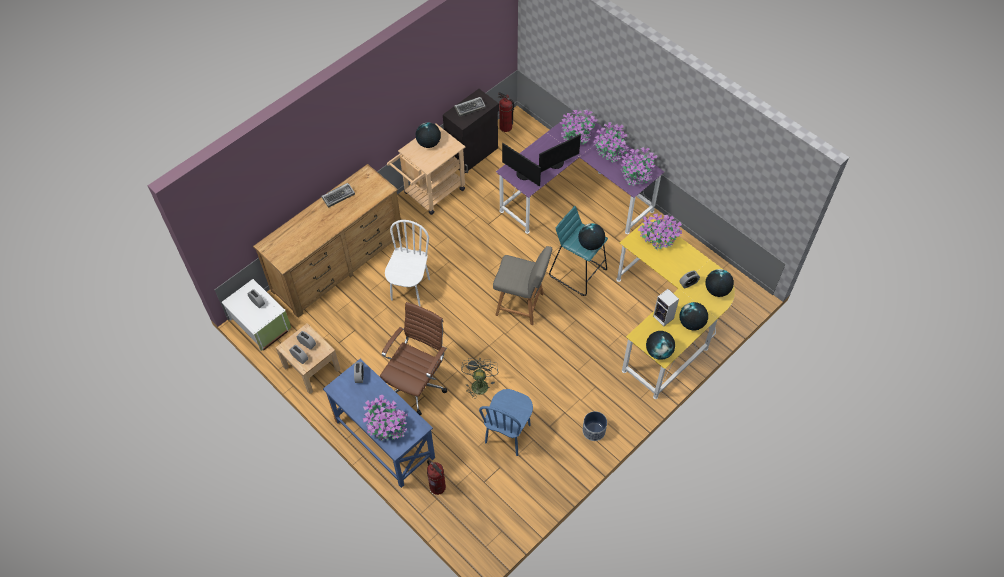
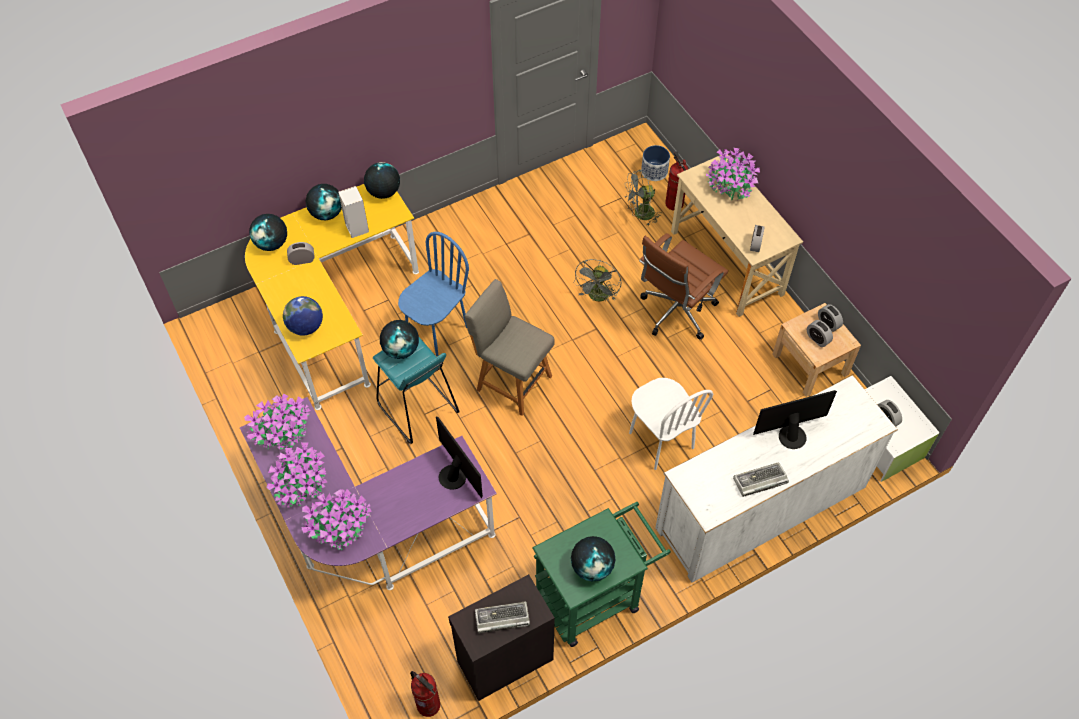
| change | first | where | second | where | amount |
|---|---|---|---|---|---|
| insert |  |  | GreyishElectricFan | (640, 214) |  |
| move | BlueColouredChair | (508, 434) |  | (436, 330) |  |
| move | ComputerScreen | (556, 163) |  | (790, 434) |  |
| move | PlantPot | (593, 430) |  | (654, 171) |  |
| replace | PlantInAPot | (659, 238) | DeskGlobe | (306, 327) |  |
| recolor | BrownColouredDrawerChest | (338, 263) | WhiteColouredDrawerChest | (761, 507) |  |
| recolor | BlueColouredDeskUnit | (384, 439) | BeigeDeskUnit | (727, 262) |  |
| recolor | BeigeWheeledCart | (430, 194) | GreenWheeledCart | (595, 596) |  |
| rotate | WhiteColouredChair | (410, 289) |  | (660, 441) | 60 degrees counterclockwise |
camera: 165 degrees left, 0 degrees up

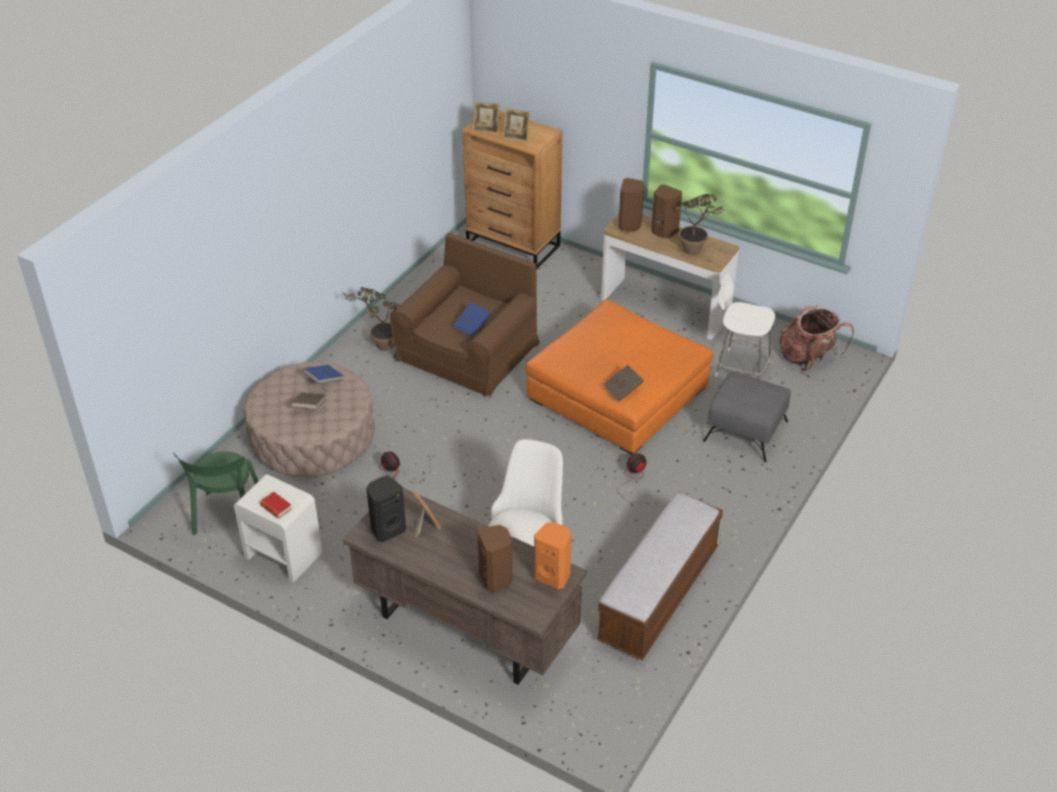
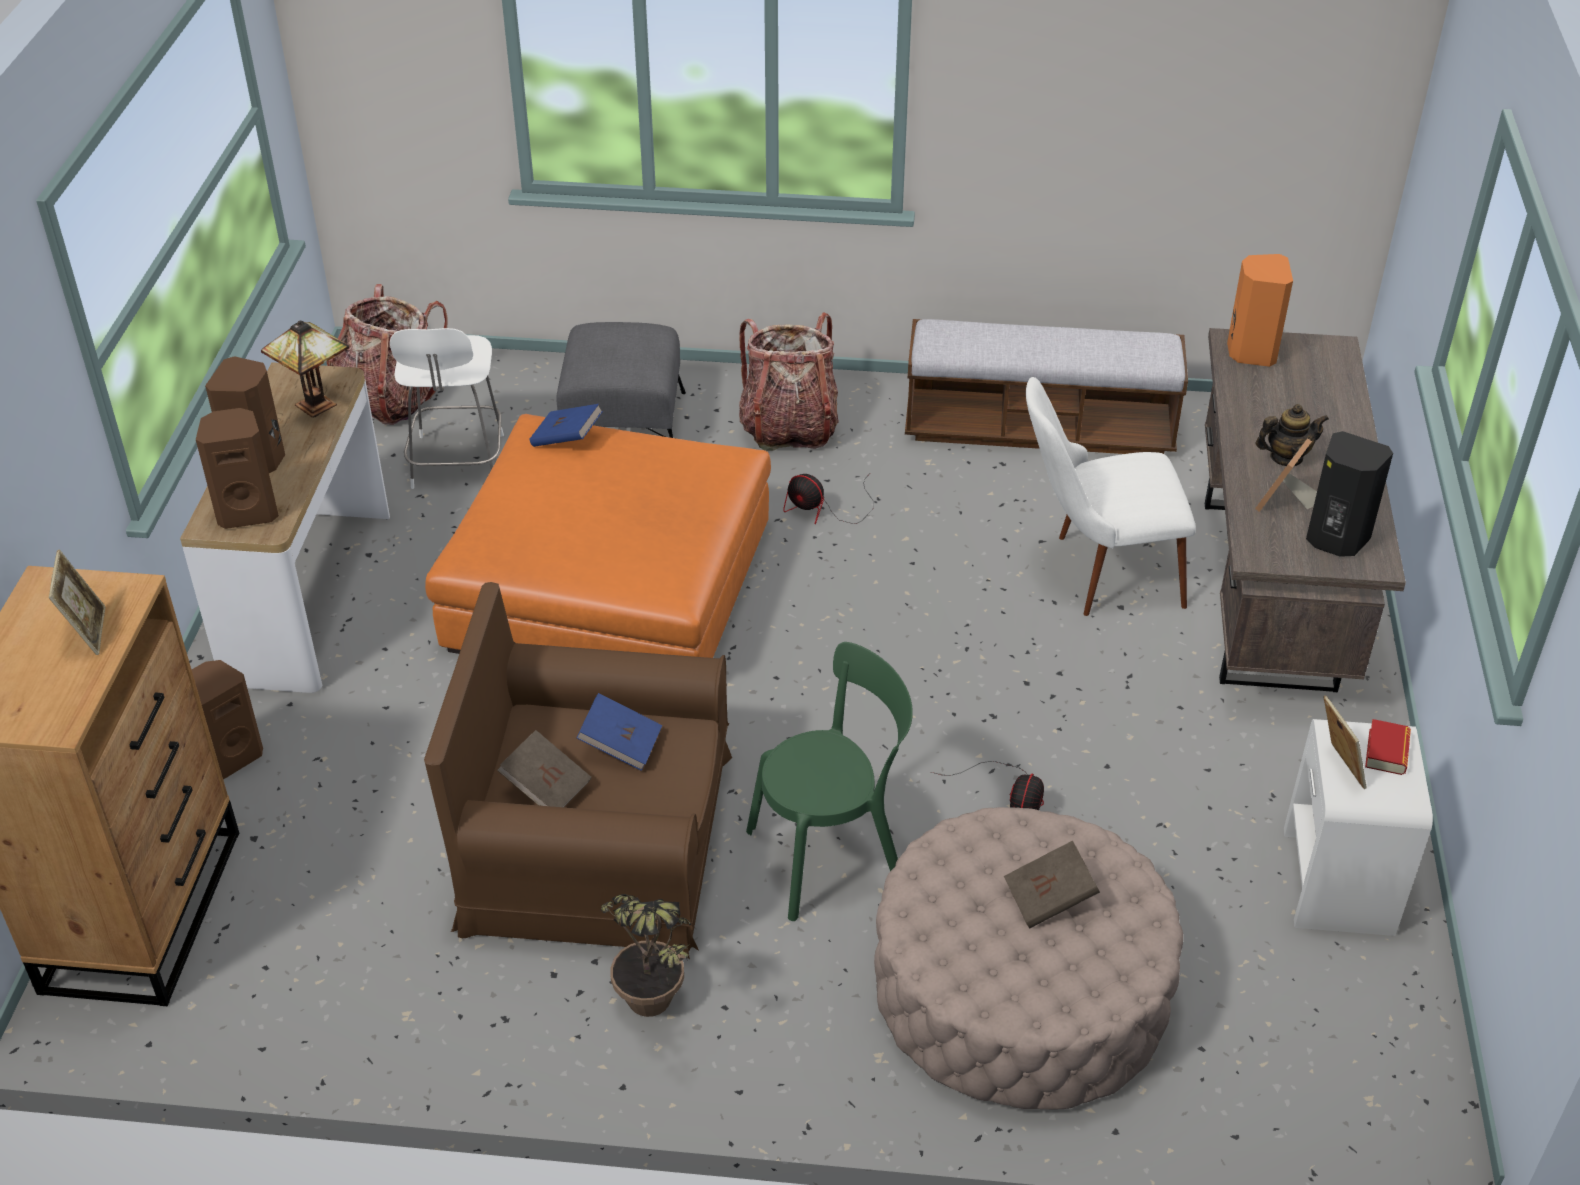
| change | first | where | second | where | amount |
|---|---|---|---|---|---|
| insert |  |  | Rucksack | (789, 428) |  |
| insert |  |  | Teapot | (1286, 457) |  |
| move | GreenChair | (228, 518) |  | (832, 855) |  |
| move | BlueColouredVolume | (324, 380) |  | (567, 439) |  |
| move | PictureFrame | (486, 129) |  | (1337, 768) |  |
| move | BrownColouredAudioSpeaker | (496, 579) |  | (229, 756) |  |
| move | BrownColouredVolume | (623, 390) |  | (546, 787) |  |
| replace | PlantInAPot | (696, 253) | TabletopLamp | (319, 405) |  |
camera: 115 degrees left, 0 degrees up

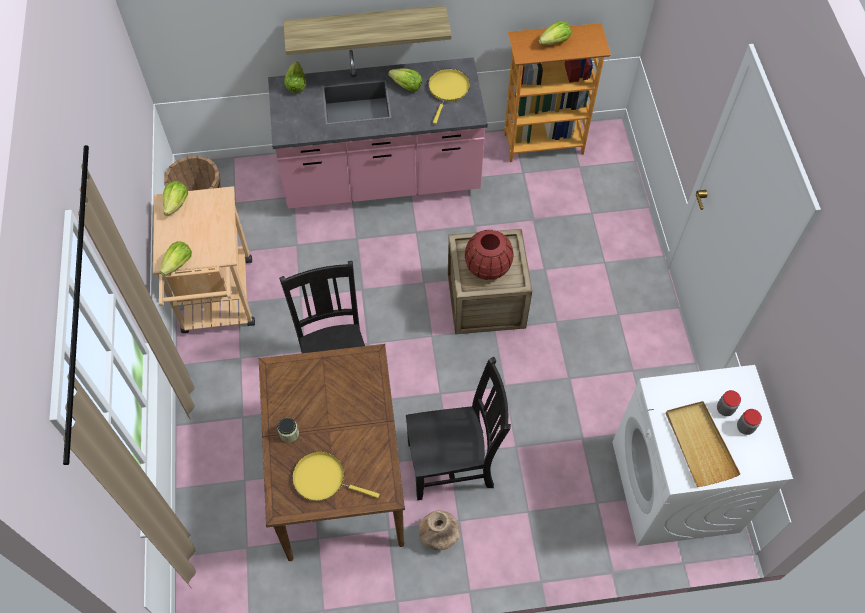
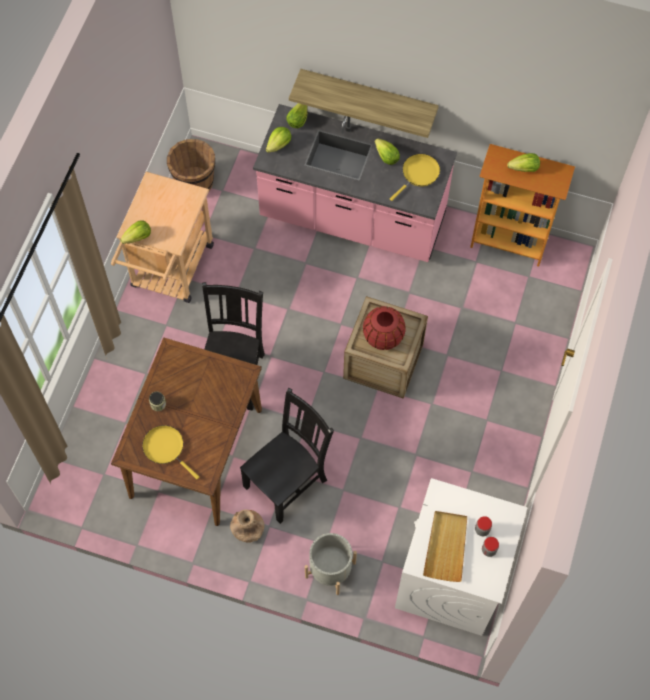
| change | first | where | second | where | amount |
|---|---|---|---|---|---|
| insert |  |  | GreyishPlantPot | (330, 570) |  |
| move | Lettuce | (177, 204) |  | (279, 145) |  |
| rotate | BlackColouredChair | (453, 463) |  | (287, 481) | 60 degrees counterclockwise |
camera: 25 degrees right, 5 degrees up

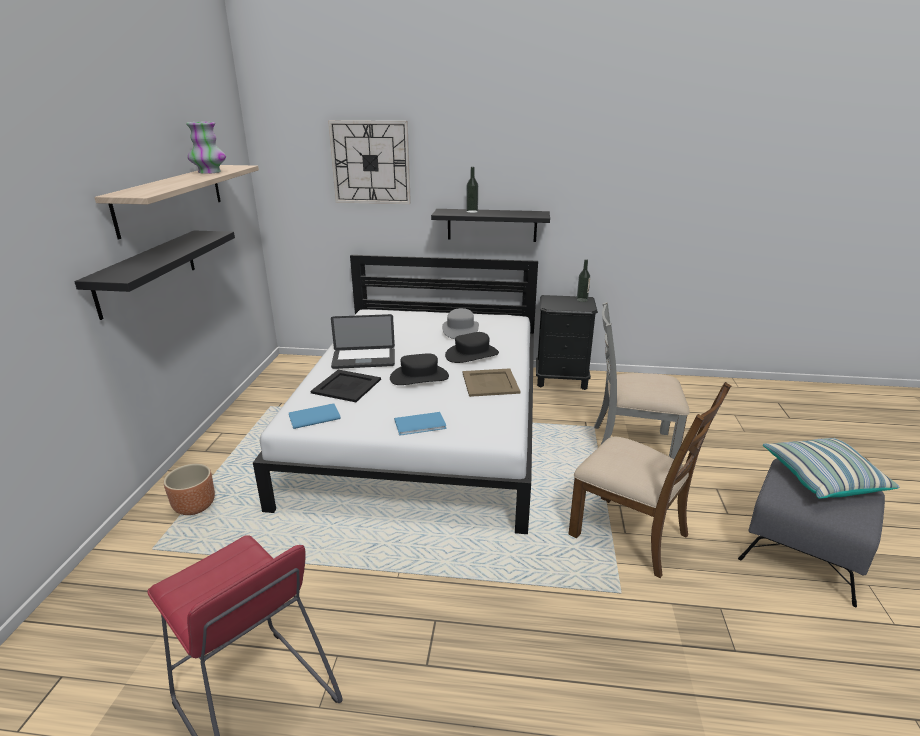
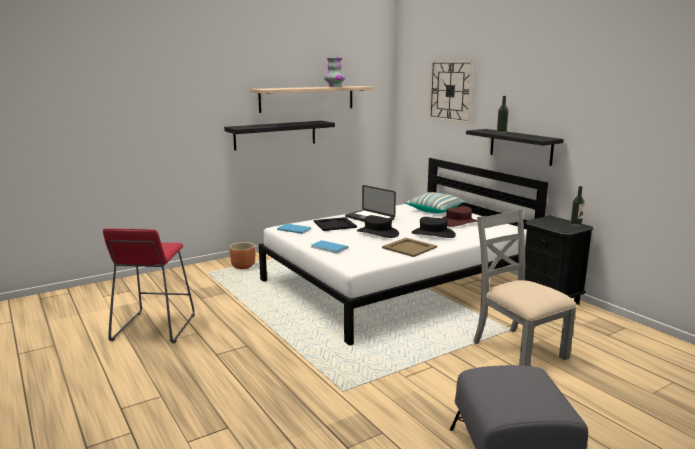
| change | first | where | second | where | amount |
|---|---|---|---|---|---|
| delete | BrownColouredChair | (630, 534) |  |  |  |
| move | ThrowPillow | (822, 479) |  | (435, 210) |  |
| recolor | GreyishHat | (460, 330) | BrownColouredHat | (458, 222) |  |
camera: 50 degrees right, 10 degrees down

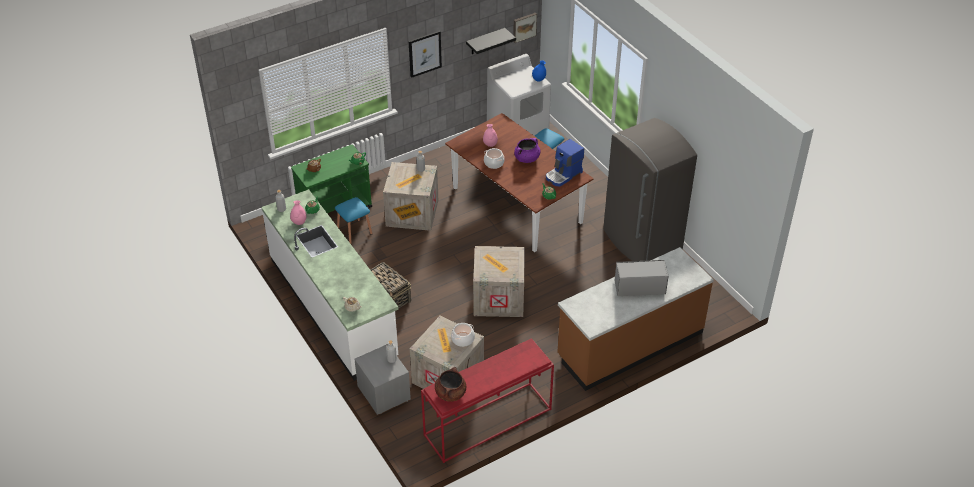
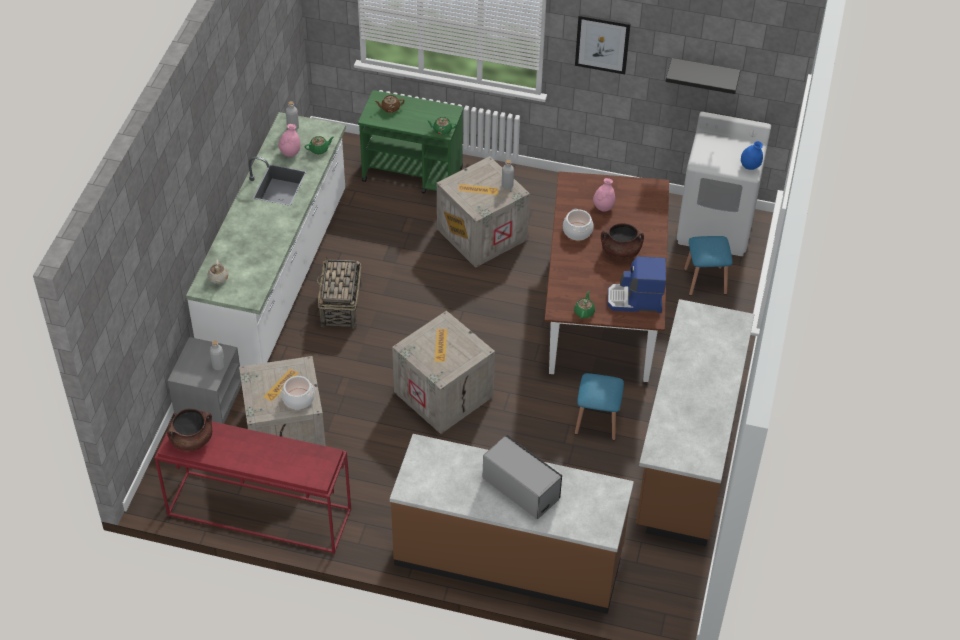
| change | first | where | second | where | amount |
|---|---|---|---|---|---|
| delete | Picture | (524, 27) |  |  |  |
| move | BlueColouredStool | (354, 232) |  | (597, 421) |  |
| replace | GreyishRefrigerator | (641, 241) | BrownColouredCounter | (686, 454) |  |
| recolor | PurpleSaucepot | (527, 159) | BrownColouredSaucepot | (620, 252) |  |
camera: 45 degrees right, 5 degrees up

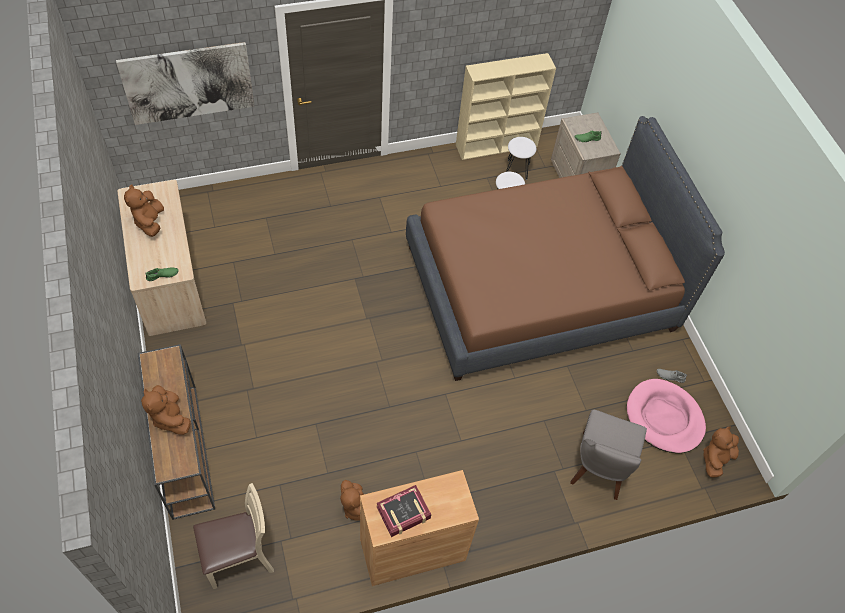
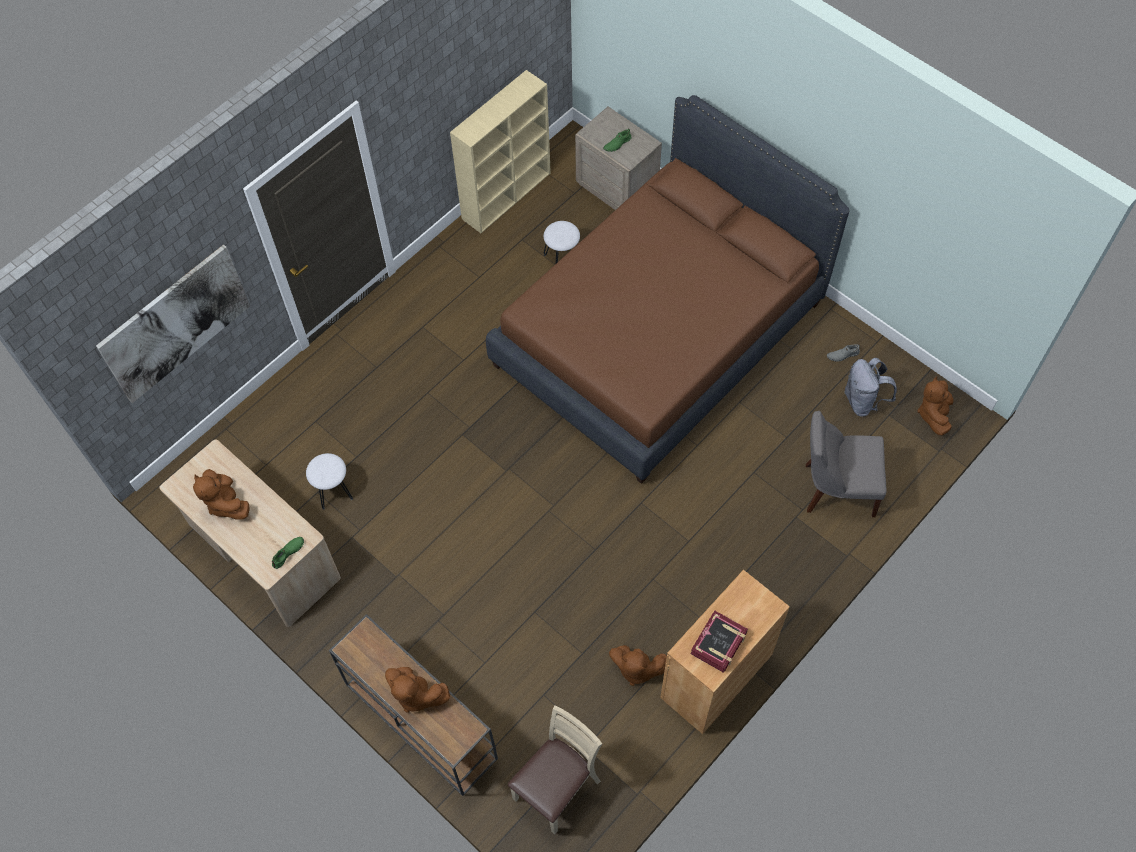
| change | first | where | second | where | amount |
|---|---|---|---|---|---|
| move | WhiteColouredStool | (517, 169) |  | (334, 491) |  |
| replace | PinkColouredDogCushion | (664, 418) | GreyishRucksack | (863, 401) |  |
| rotate | GreyishChair | (599, 468) |  | (835, 489) | 105 degrees clockwise |
camera: 25 degrees left, 5 degrees up

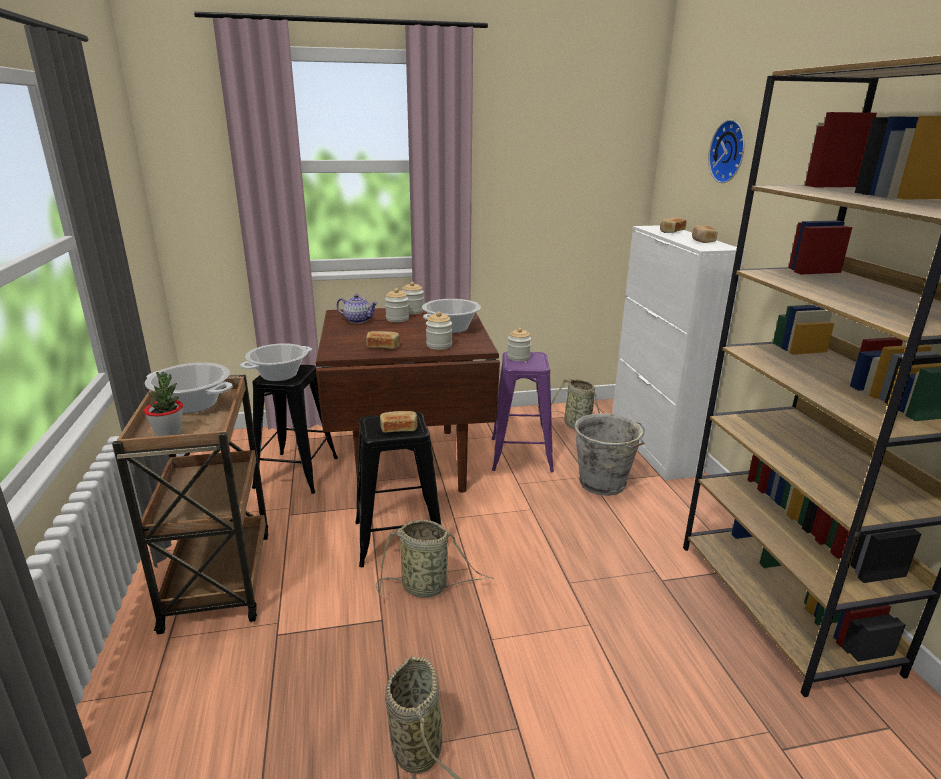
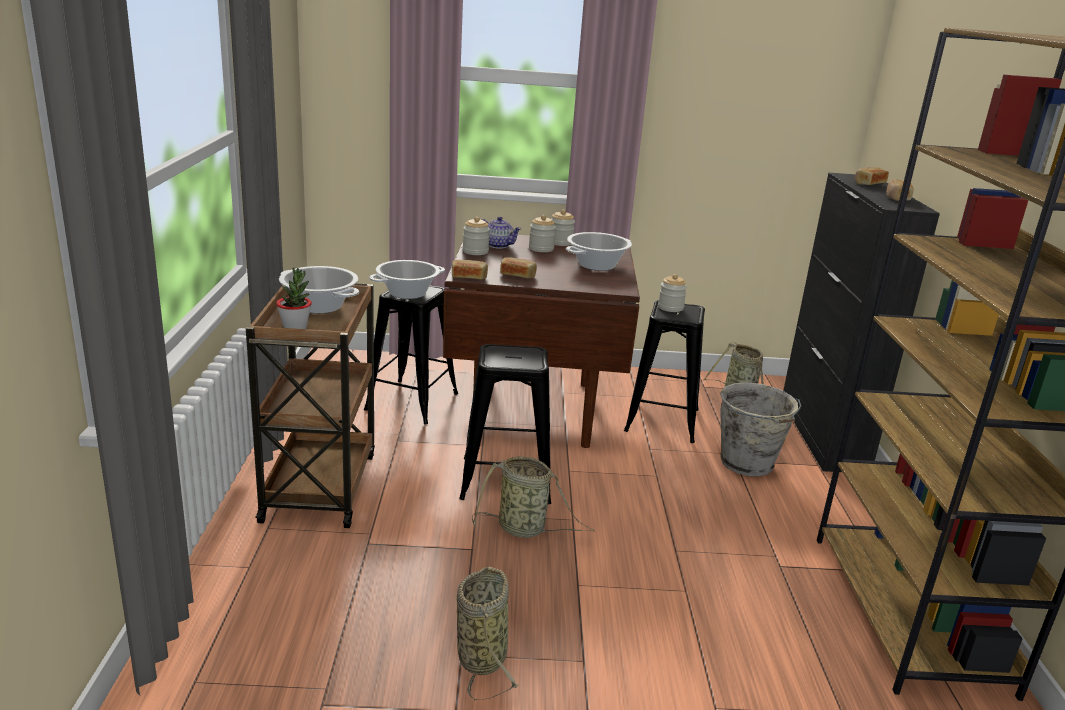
| change | first | where | second | where | amount |
|---|---|---|---|---|---|
| delete | HangingClock | (730, 151) |  |  |  |
| move | BakedBread | (399, 429) |  | (469, 277) |  |
| move | PreserveJar | (439, 345) |  | (475, 251) |  |
| recolor | PurpleStool | (521, 454) | BlackColouredStool | (662, 420) |  |
| recolor | WhiteColouredCabinet | (653, 447) | BlackColouredCabinet | (822, 435) |  |
camera: 10 degrees right, 0 degrees up

